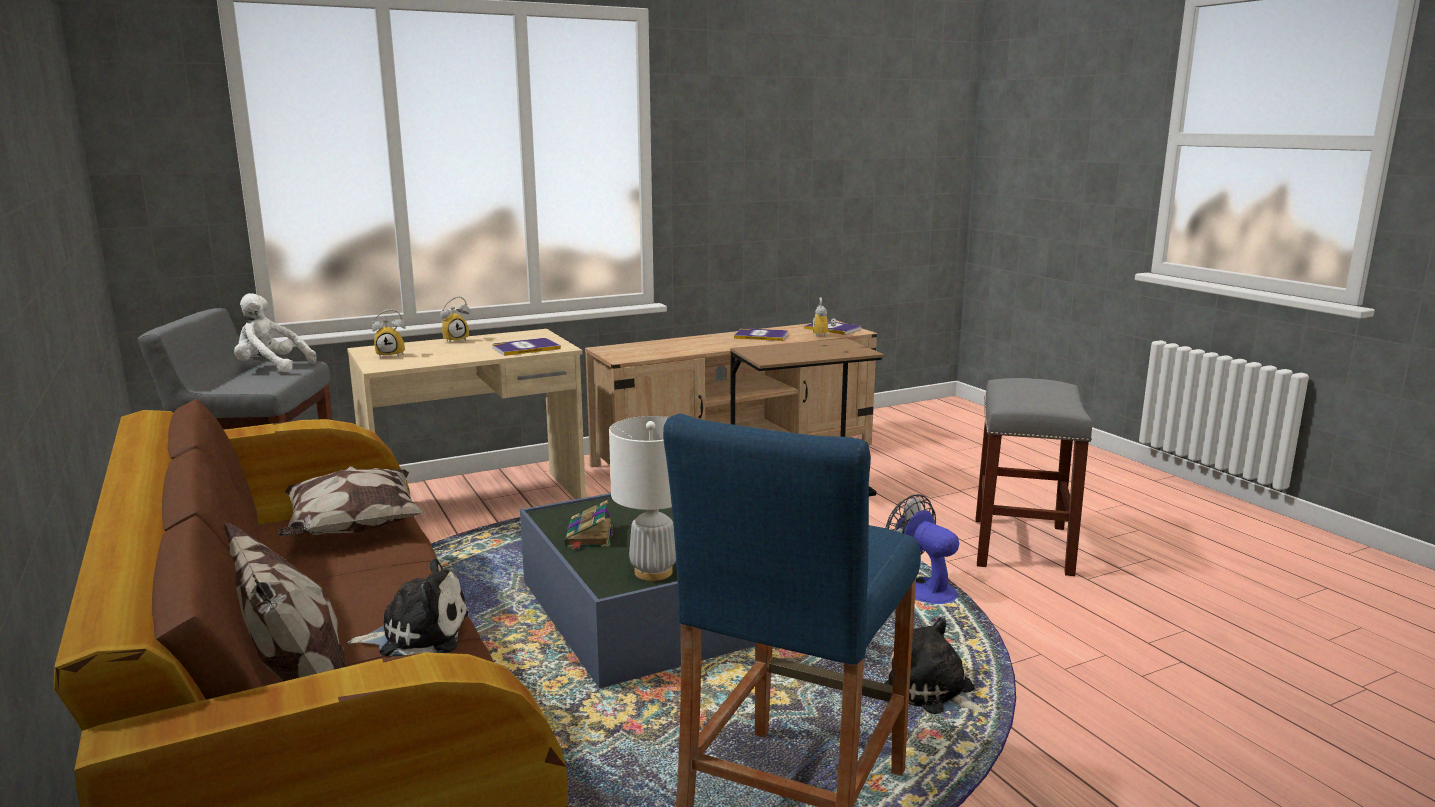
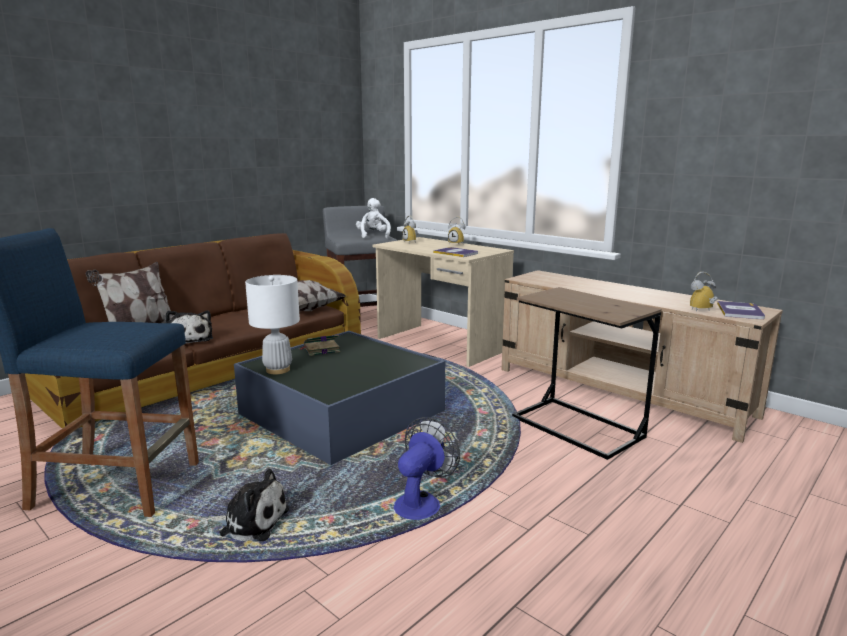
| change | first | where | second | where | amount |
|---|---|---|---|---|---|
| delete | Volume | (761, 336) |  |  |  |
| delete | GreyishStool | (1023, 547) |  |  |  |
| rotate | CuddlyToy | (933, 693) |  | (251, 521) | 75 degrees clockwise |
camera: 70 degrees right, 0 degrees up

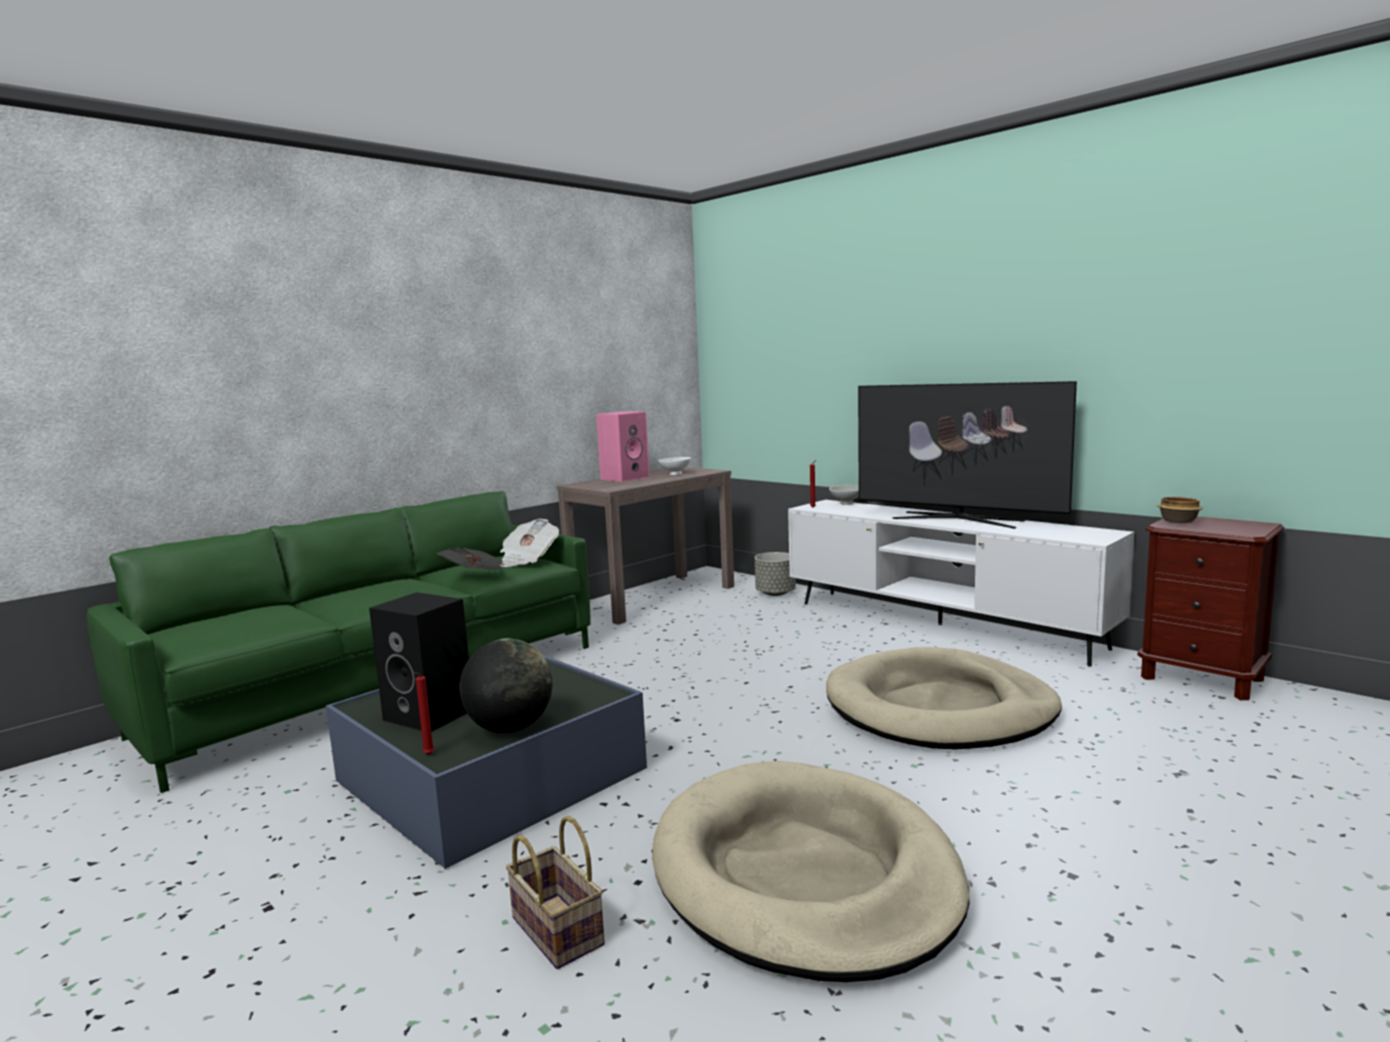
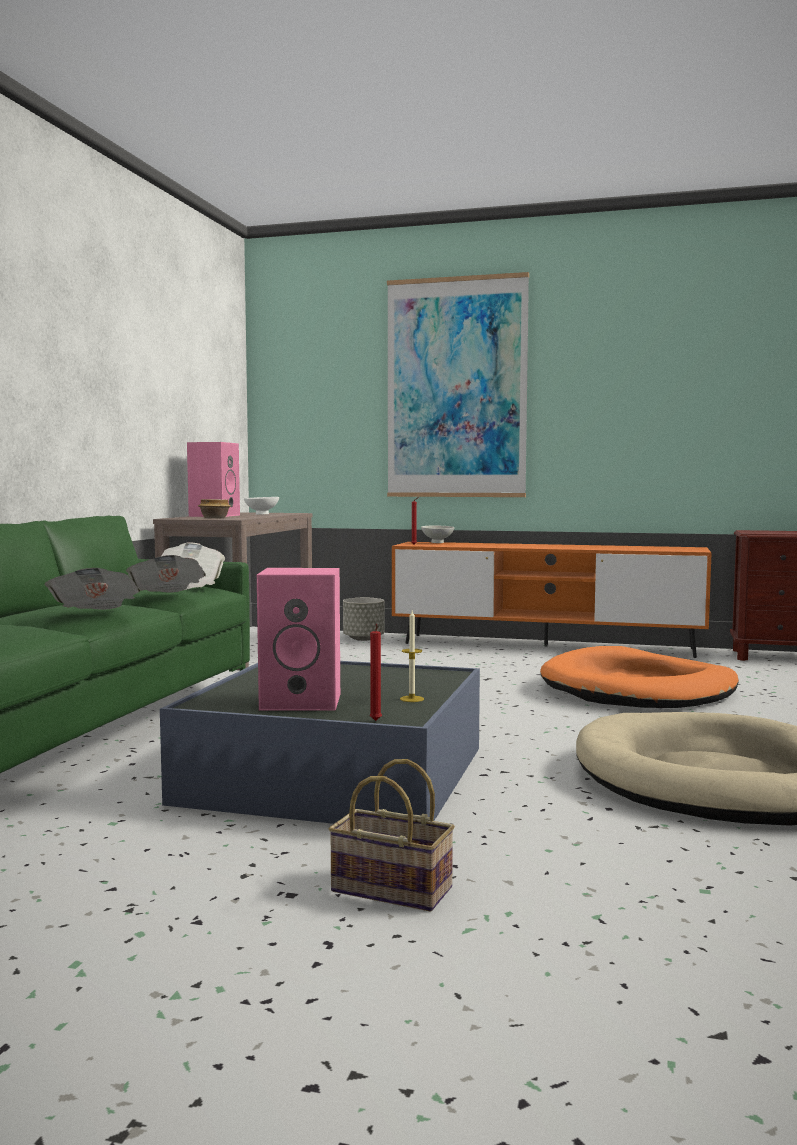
| change | first | where | second | where | amount |
|---|---|---|---|---|---|
| delete | TvSet | (957, 519) |  |  |  |
| insert |  |  | DailyPaper | (95, 615) |  |
| insert |  |  | Picture | (456, 388) |  |
| move | HouseholdBasket | (554, 930) |  | (388, 890) |  |
| move | DeepDish | (1177, 521) |  | (214, 518) |  |
| replace | DeskGlobe | (510, 728) | WaxLight | (412, 699) |  |
| recolor | BlackColouredAudioSpeaker | (431, 714) | PinkColouredAudioSpeaker | (303, 701) |  |
| recolor | WhiteColouredTvUnit | (939, 624) | OrangeTvUnit | (545, 646) |  |
| recolor | BeigeDogCushion | (939, 708) | OrangeDogCushion | (638, 689) |  |
camera: 30 degrees left, 5 degrees down

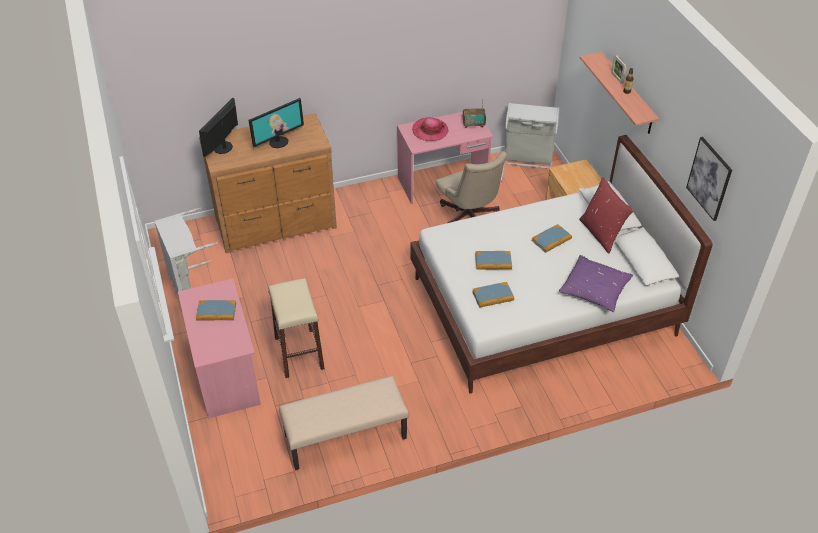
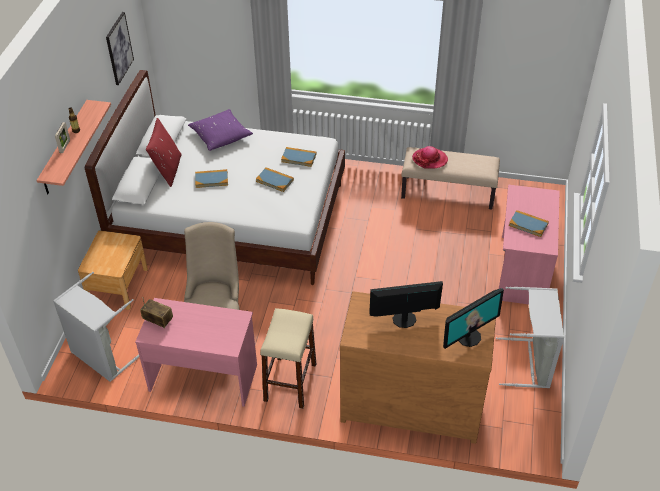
| change | first | where | second | where | amount |
|---|---|---|---|---|---|
| move | BeigeStool | (299, 353) |  | (290, 382) |  |
| move | Hat | (430, 131) |  | (429, 159) |  |
camera: 150 degrees left, 0 degrees up

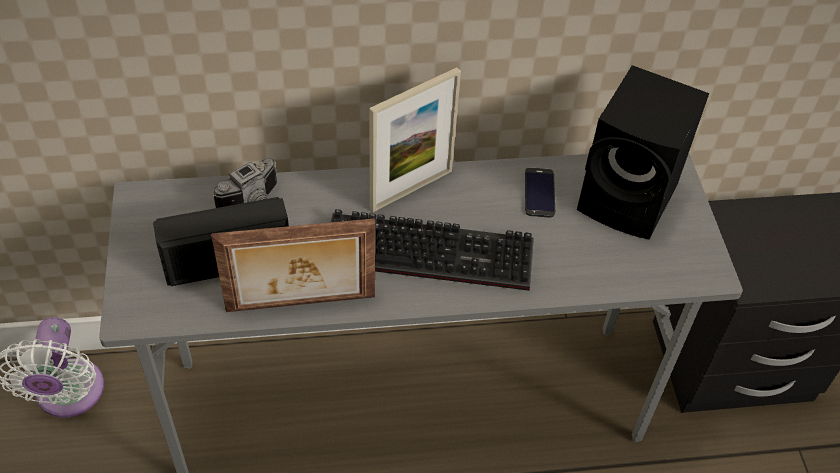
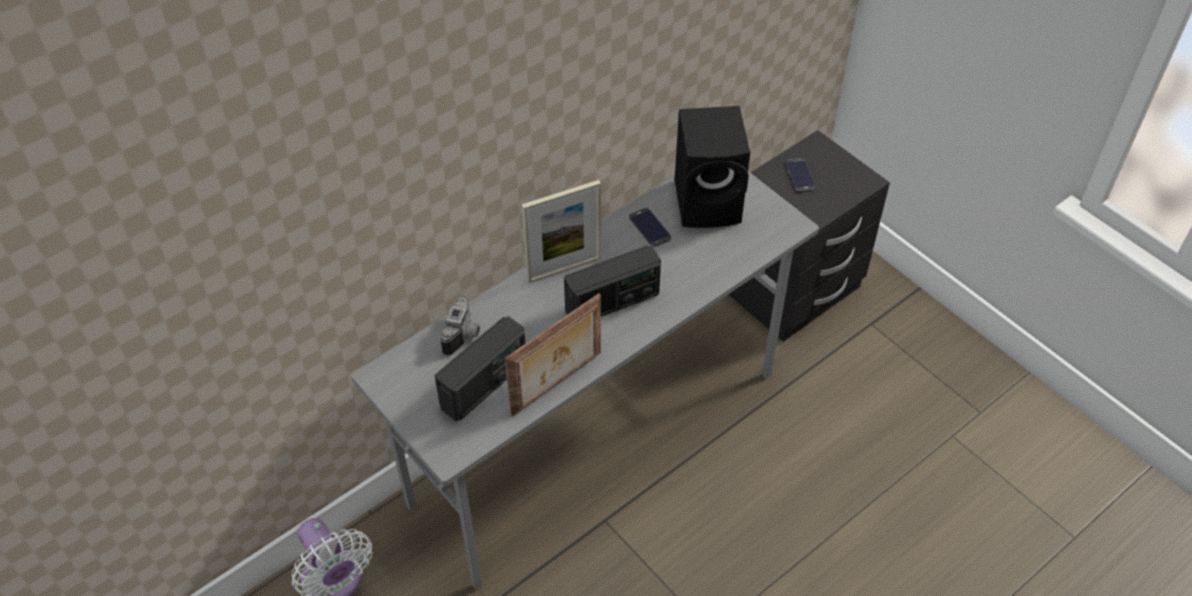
| change | first | where | second | where | amount |
|---|---|---|---|---|---|
| insert |  |  | Handset | (800, 175) |  |
| replace | ComputerKeyboard | (432, 250) | RadioSet | (612, 302) |  |
| rotate | PictureFrame | (411, 189) |  | (564, 269) | 45 degrees clockwise |
camera: 30 degrees left, 0 degrees up

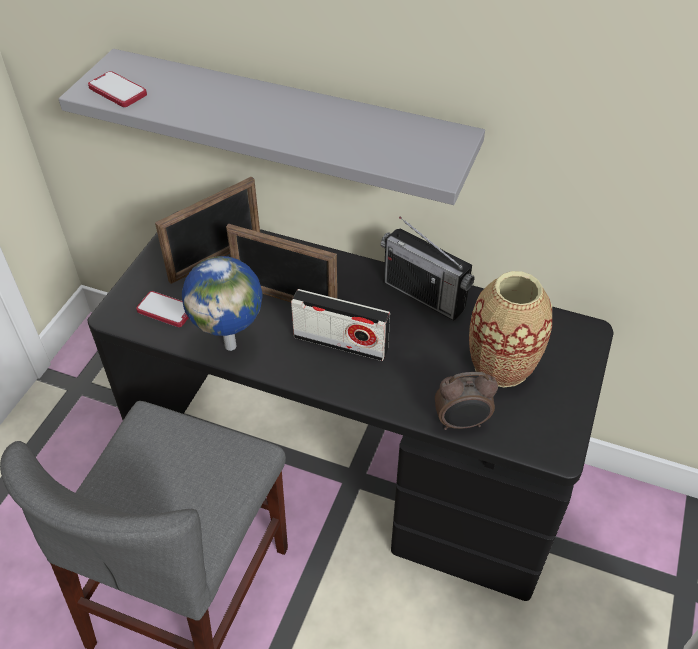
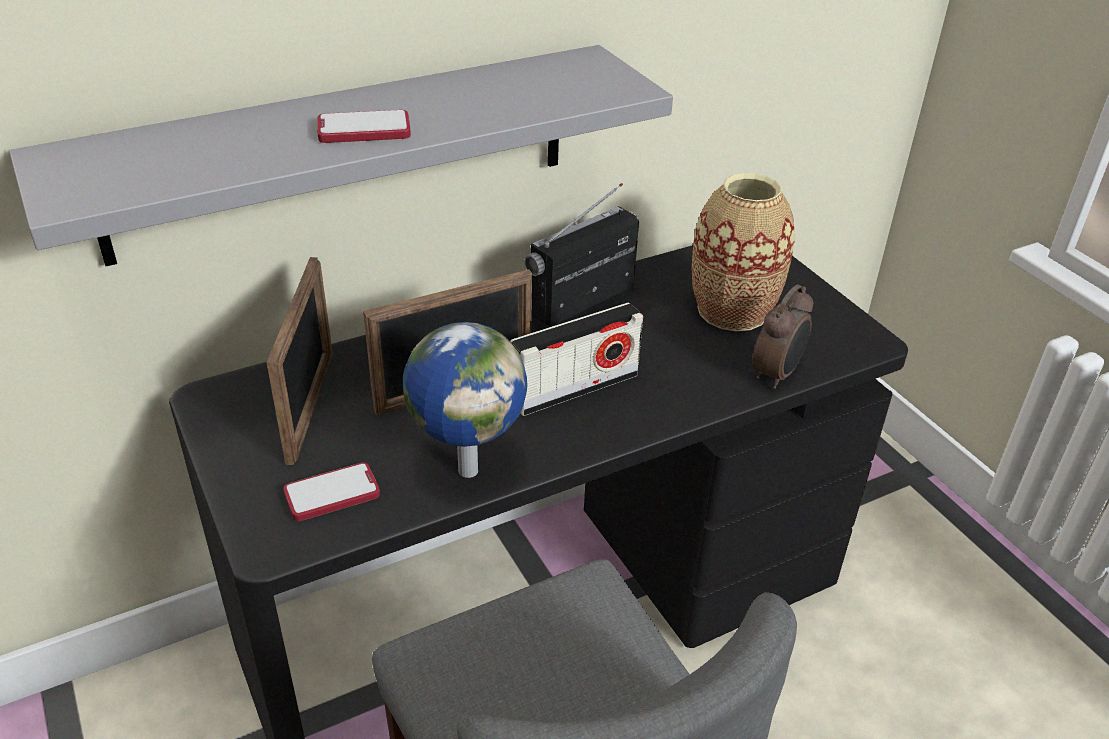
| change | first | where | second | where | amount |
|---|---|---|---|---|---|
| move | Handset | (117, 91) |  | (364, 130) |  |
| rotate | RadioSet | (424, 295) |  | (582, 300) | 150 degrees clockwise |
camera: 50 degrees left, 10 degrees down

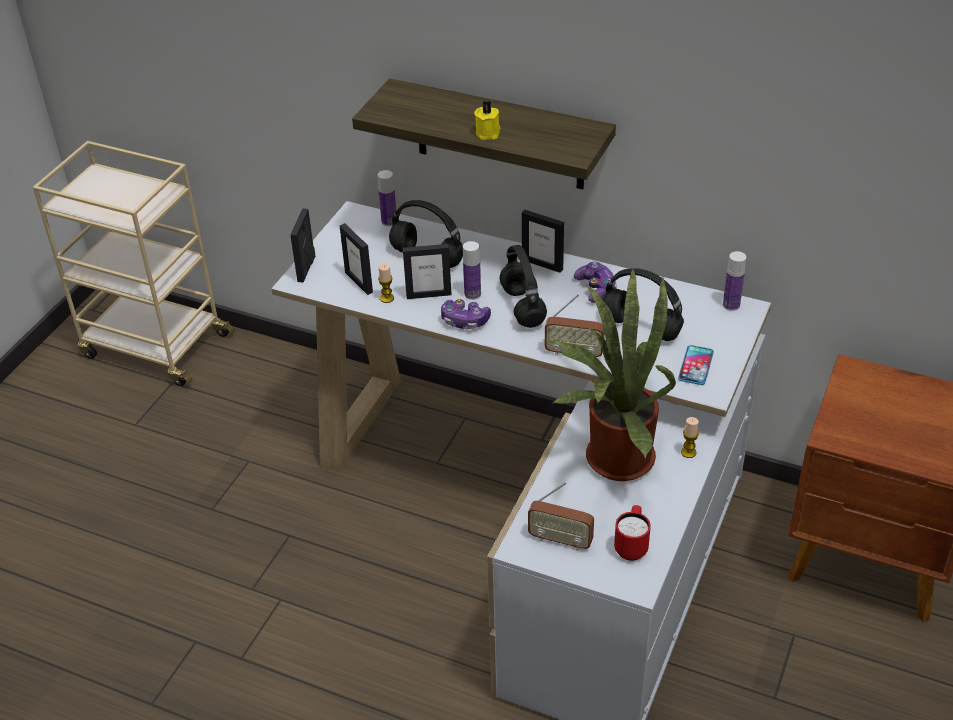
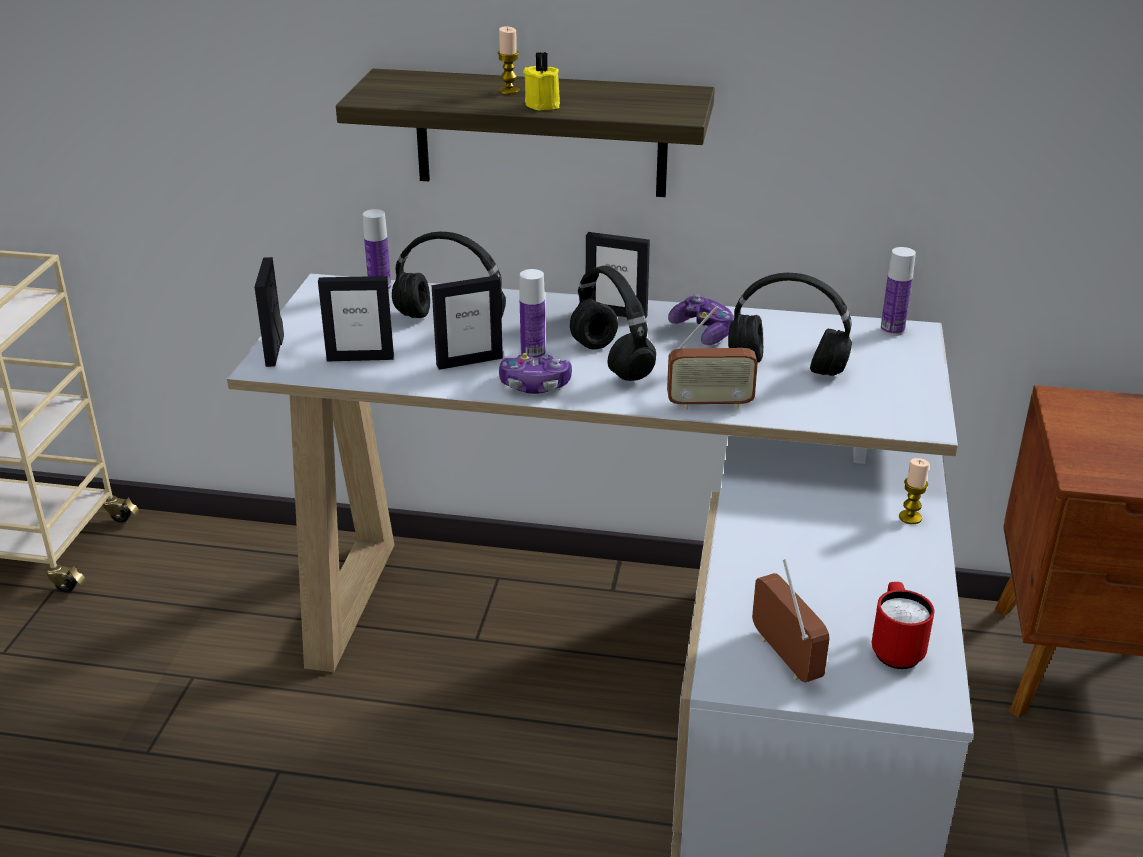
| change | first | where | second | where | amount |
|---|---|---|---|---|---|
| delete | PlantInAPot | (612, 457) |  |  |  |
| delete | Handset | (696, 366) |  |  |  |
| move | WaxLight | (387, 298) |  | (509, 91) |  |
| rotate | PictureFrame | (359, 282) |  | (360, 358) | 45 degrees counterclockwise |
| rotate | RadioSet | (560, 540) |  | (784, 657) | 120 degrees counterclockwise |
camera: 15 degrees left, 10 degrees down

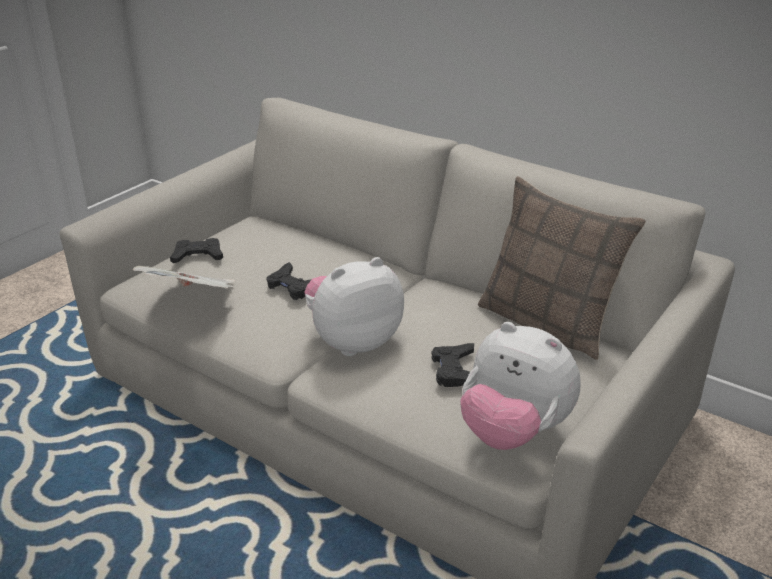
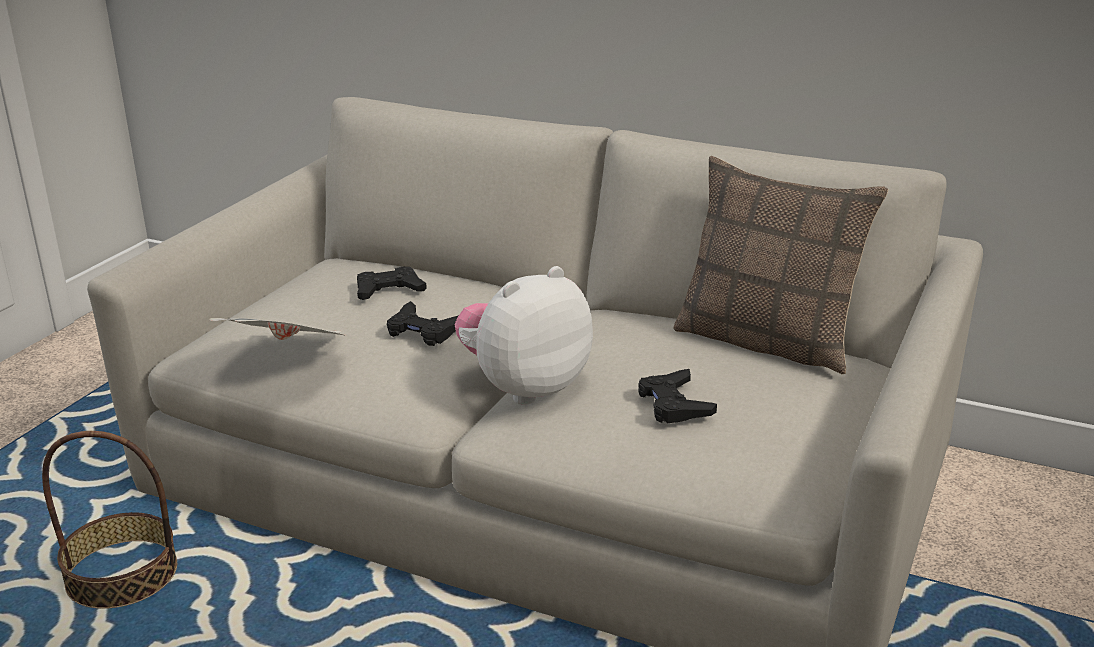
| change | first | where | second | where | amount |
|---|---|---|---|---|---|
| delete | CuddlyToy | (513, 432) |  |  |  |
| insert |  |  | HouseholdBasket | (122, 575) |  |
| move | BlackColouredGameController | (198, 256) |  | (389, 290) |  |
camera: 10 degrees left, 5 degrees down

